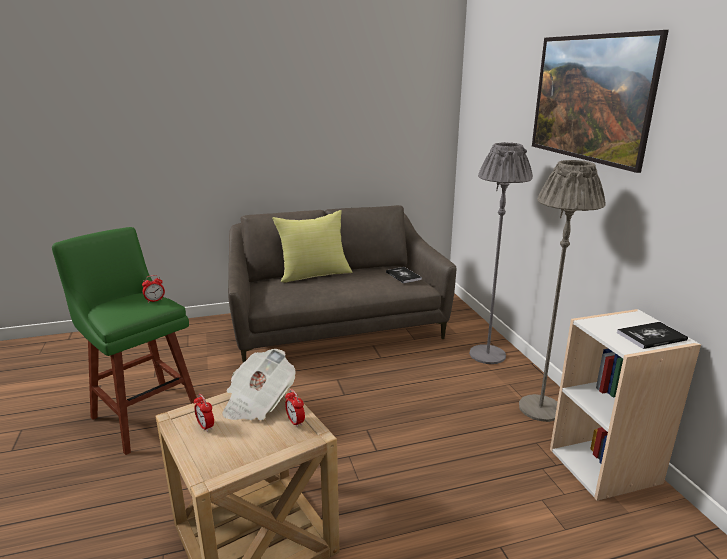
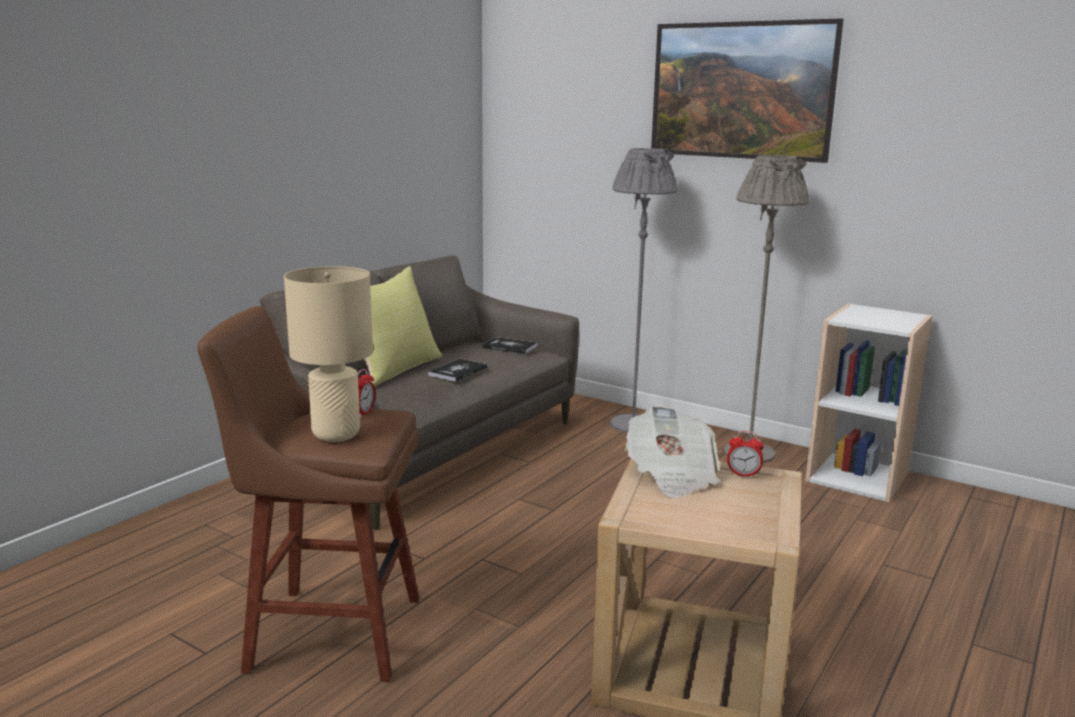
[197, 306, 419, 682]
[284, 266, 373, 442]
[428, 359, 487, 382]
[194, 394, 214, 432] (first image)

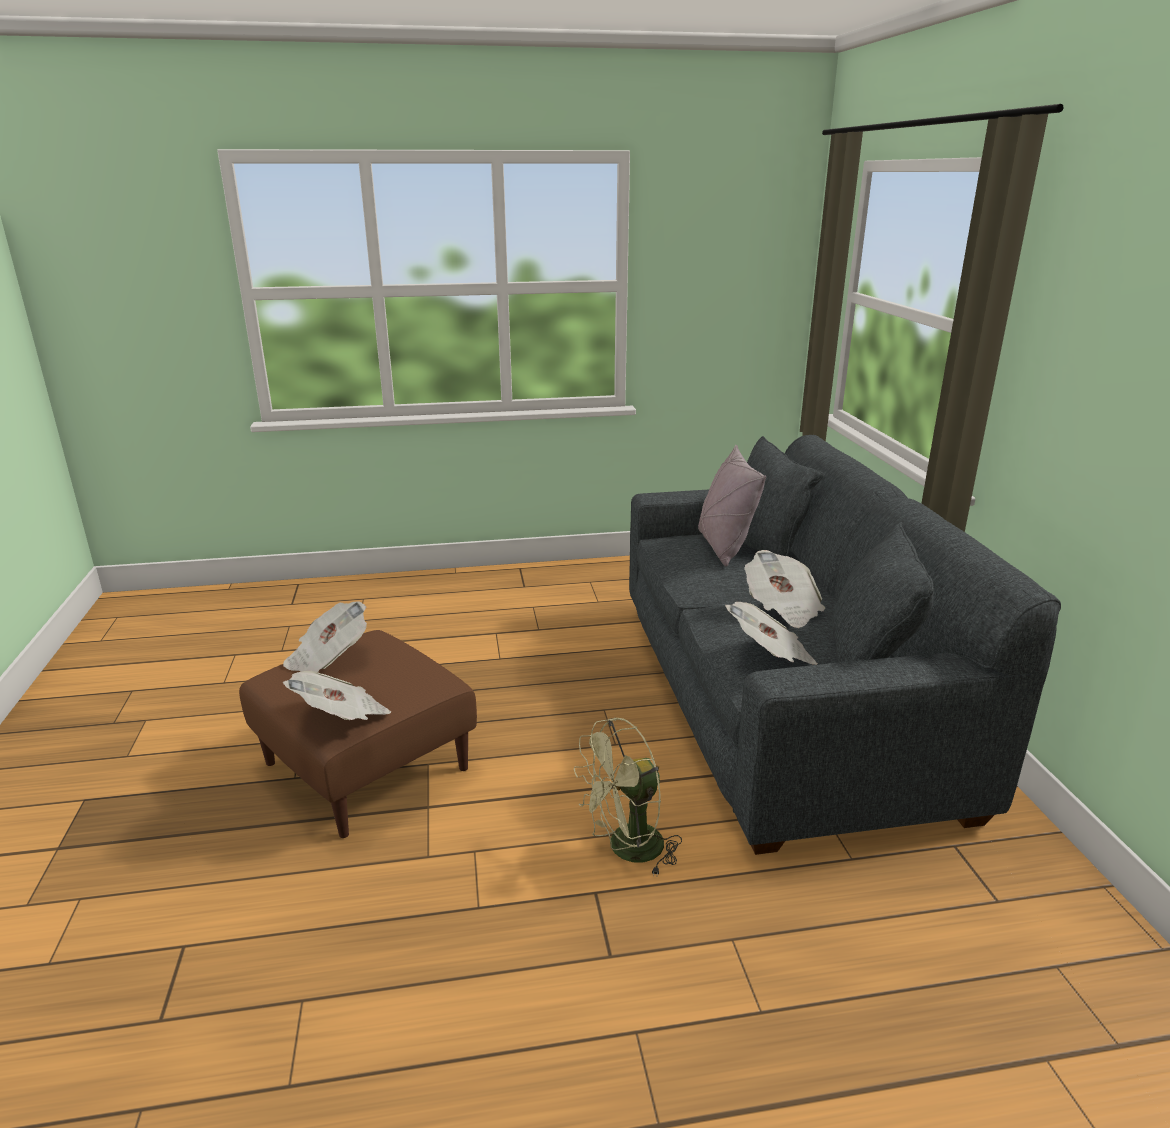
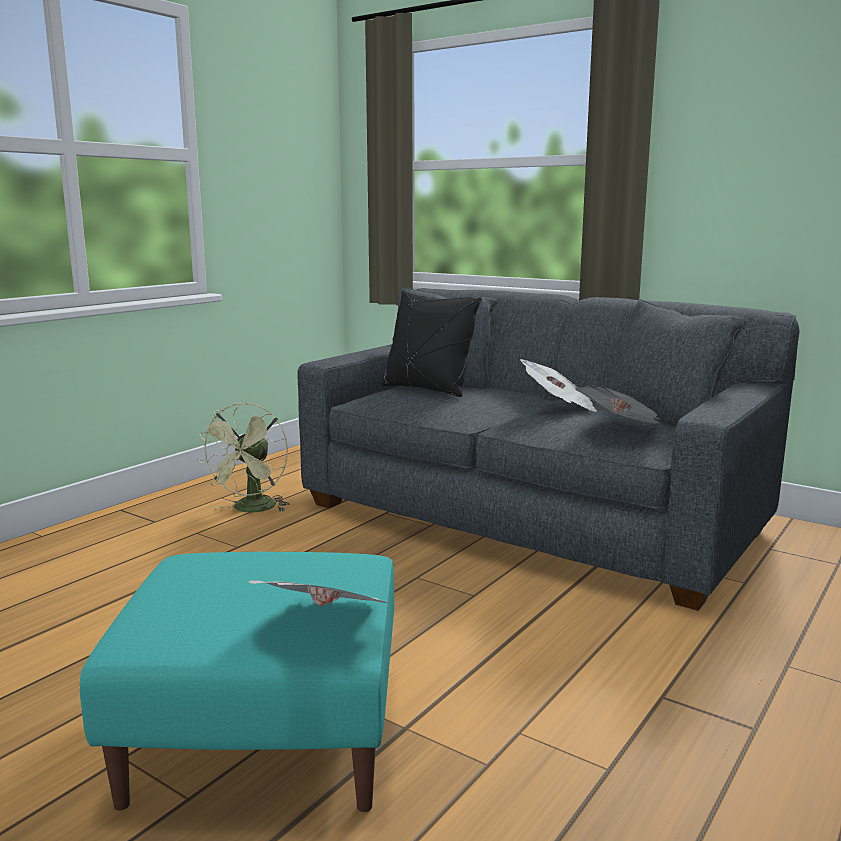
[80, 552, 394, 812]
[198, 402, 290, 512]
[381, 290, 482, 397]
[283, 601, 367, 672] (first image)

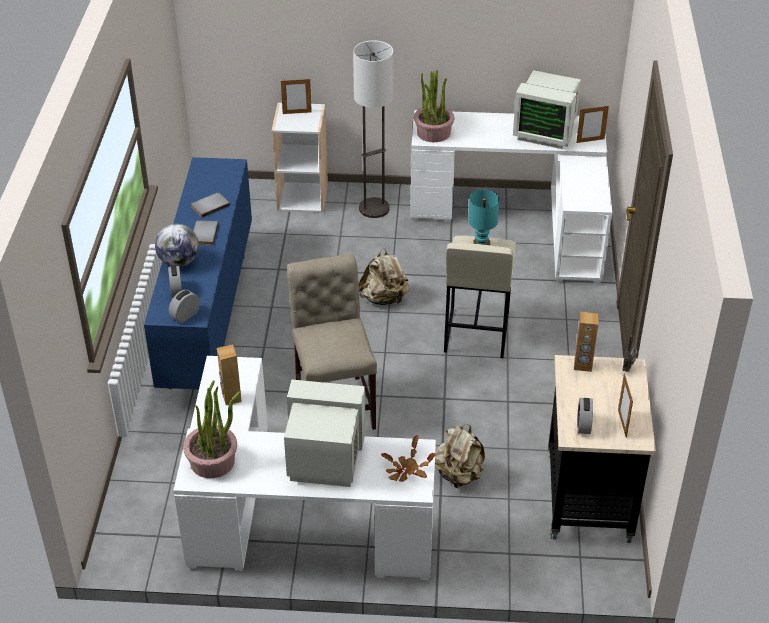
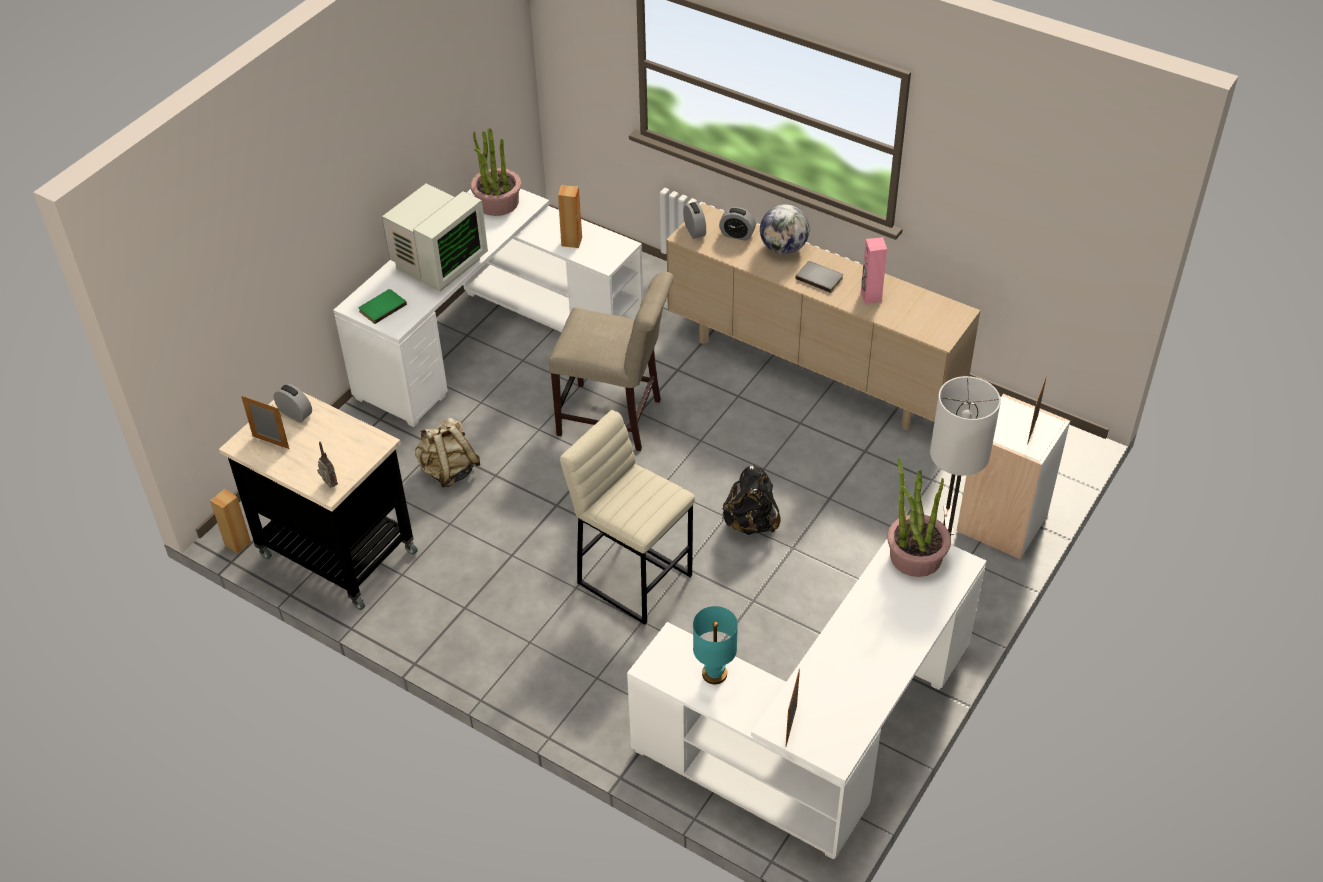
[210, 489, 251, 554]
[359, 289, 407, 324]
[667, 203, 981, 430]
[693, 606, 738, 684]
[722, 465, 781, 535]
[861, 237, 887, 303]
[513, 70, 581, 149] (first image)

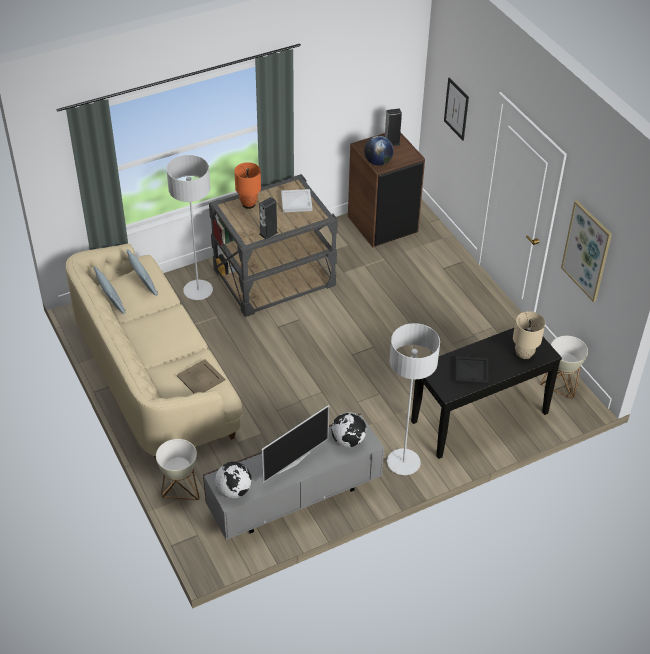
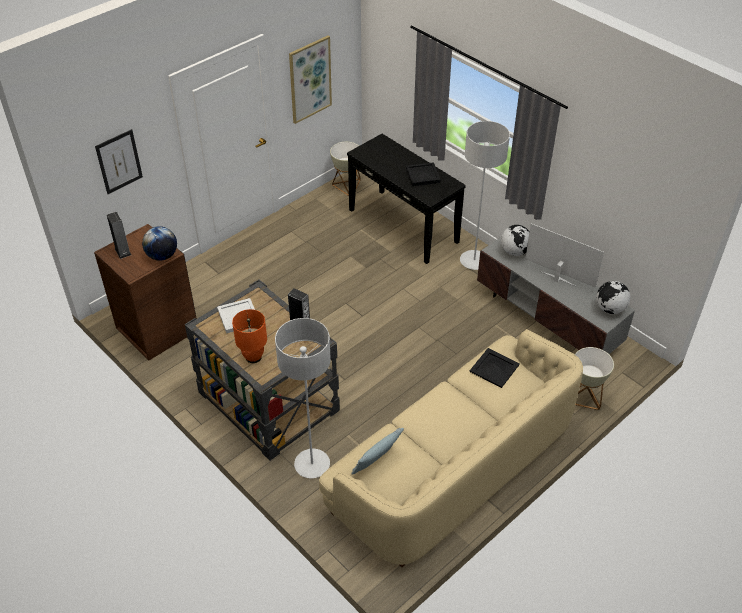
[469, 348, 520, 388]
[94, 266, 126, 314] (first image)
[513, 311, 545, 361] (first image)

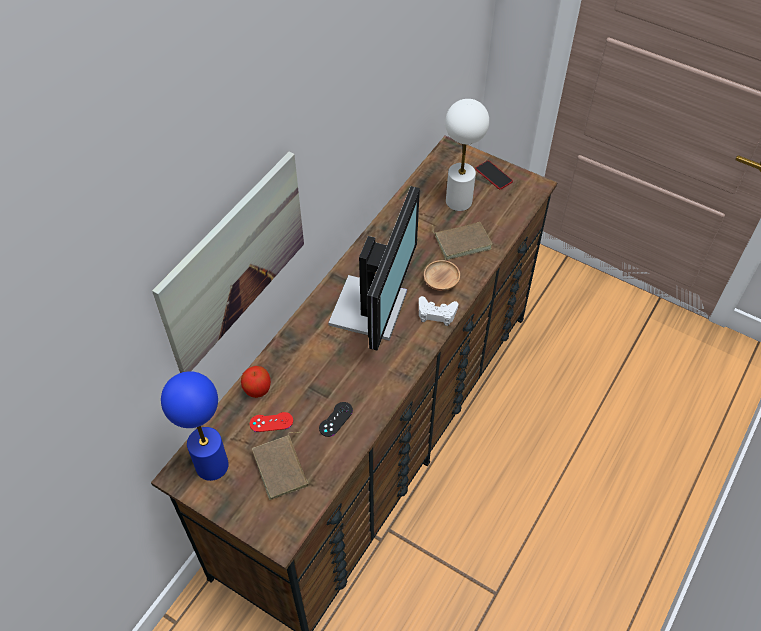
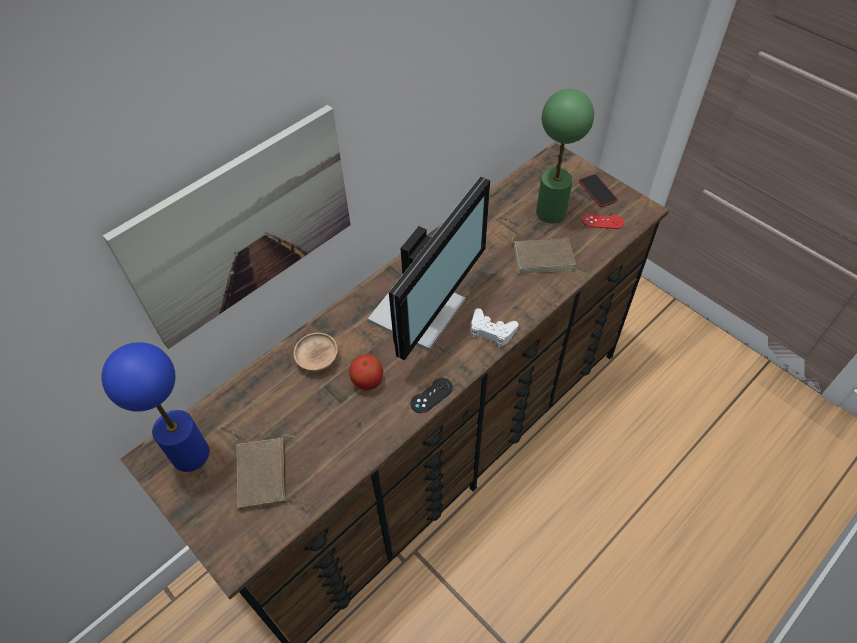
[293, 332, 338, 371]
[349, 354, 383, 390]
[410, 378, 453, 413]
[536, 89, 594, 223]
[582, 213, 624, 229]

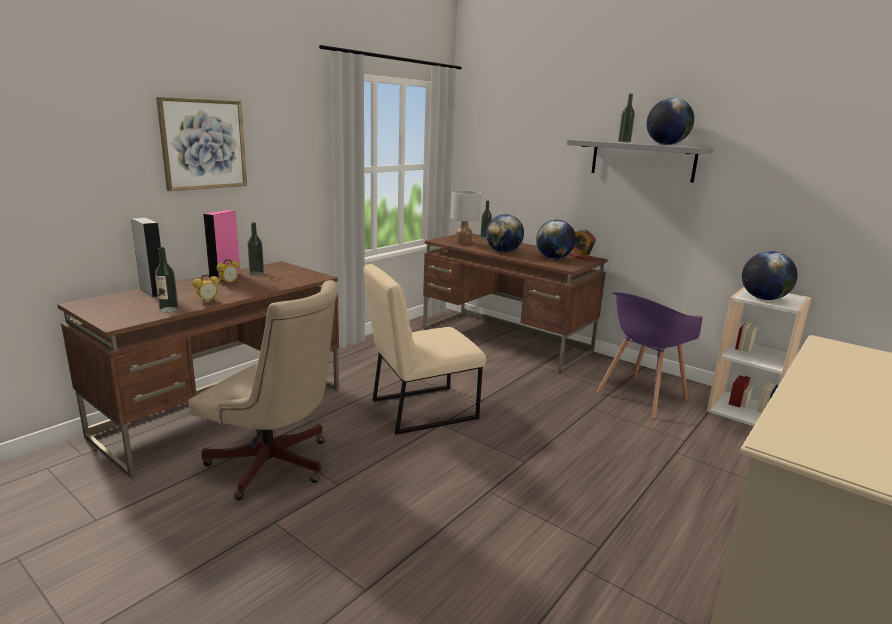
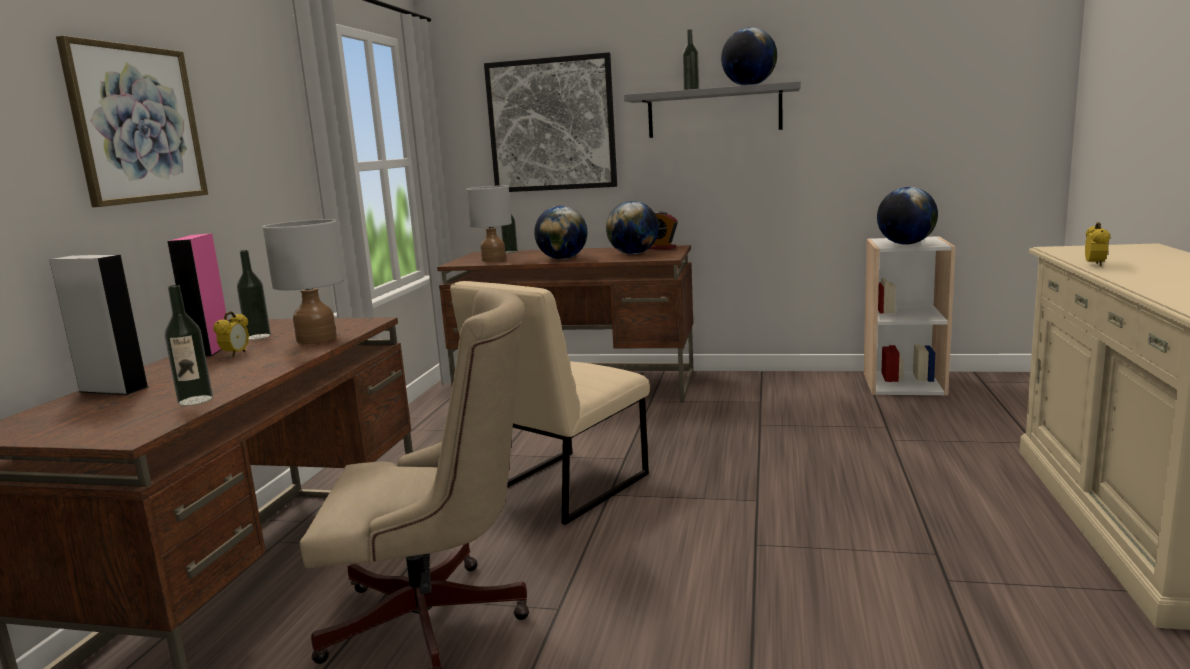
[263, 219, 344, 344]
[484, 52, 617, 192]
[1085, 222, 1110, 267]
[596, 292, 703, 419] (first image)

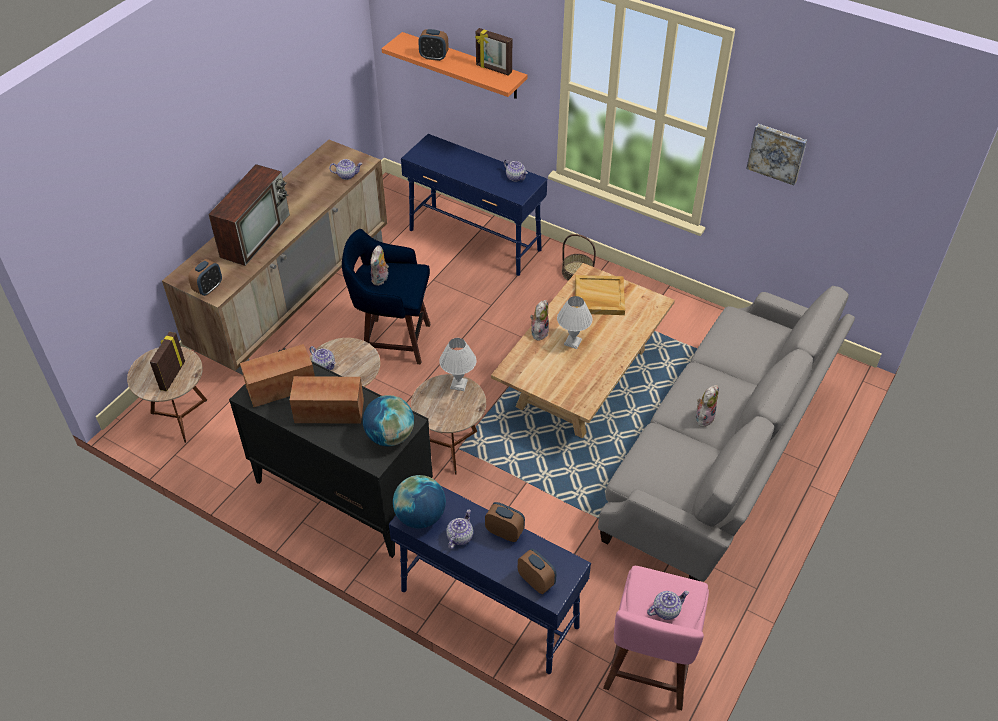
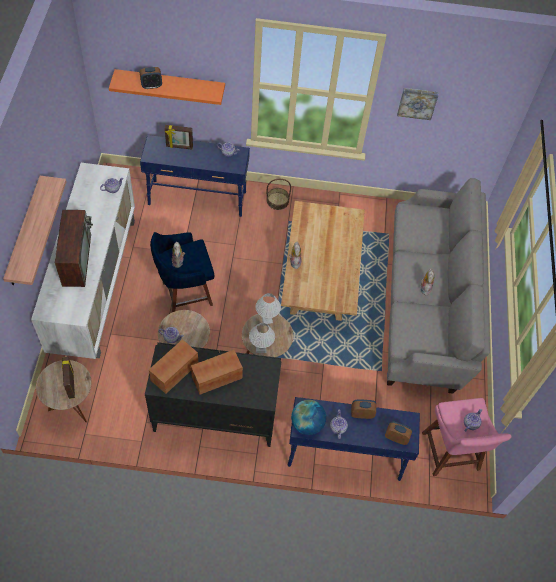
[3, 176, 67, 285]
[31, 163, 135, 359]
[165, 125, 193, 149]
[249, 323, 275, 353]
[188, 259, 222, 296] (first image)
[363, 395, 414, 446] (first image)
[575, 275, 625, 315] (first image)

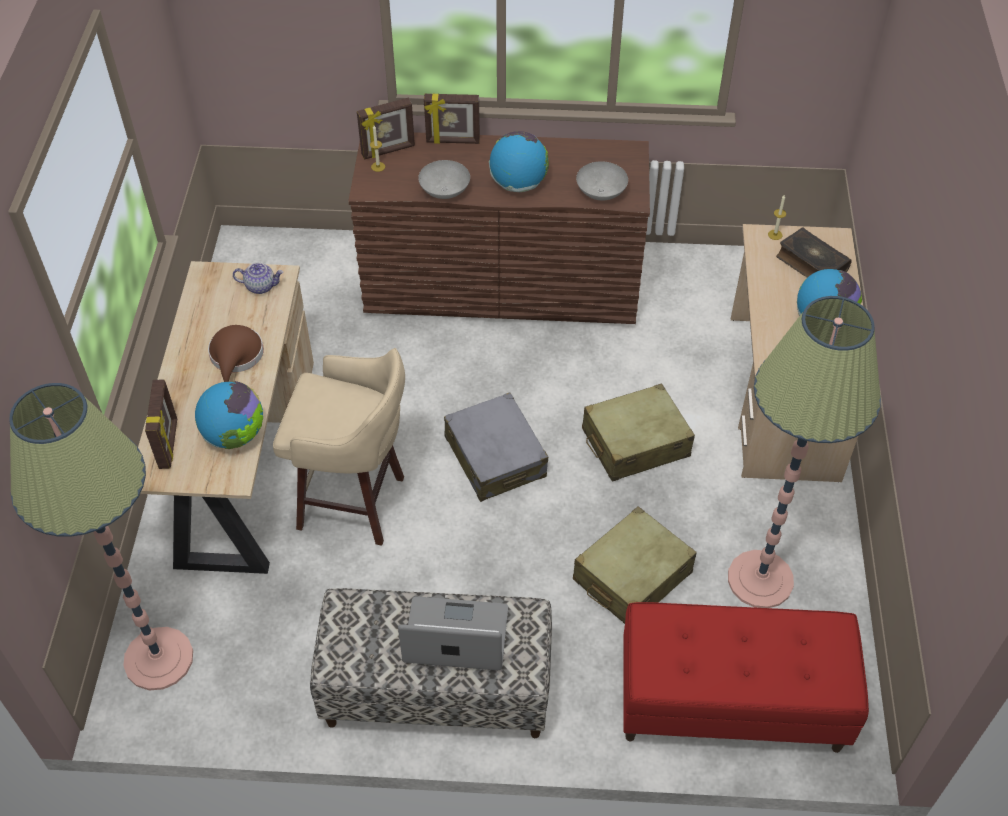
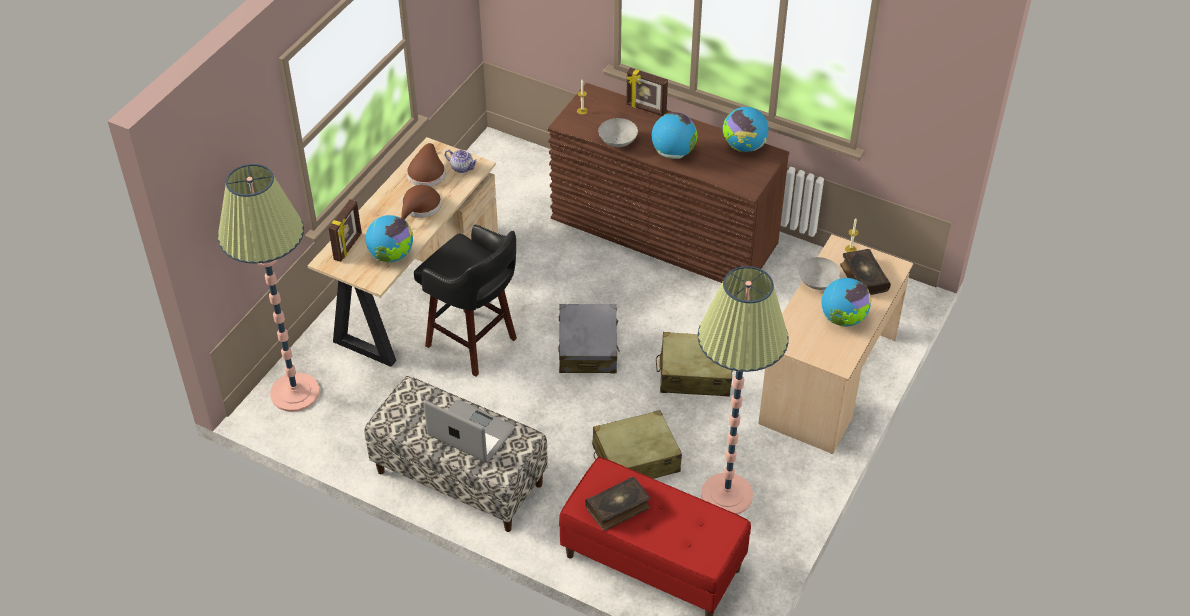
[407, 143, 445, 187]
[414, 225, 517, 376]
[585, 477, 650, 531]
[723, 107, 768, 152]
[799, 257, 841, 290]
[357, 98, 415, 159] (first image)

